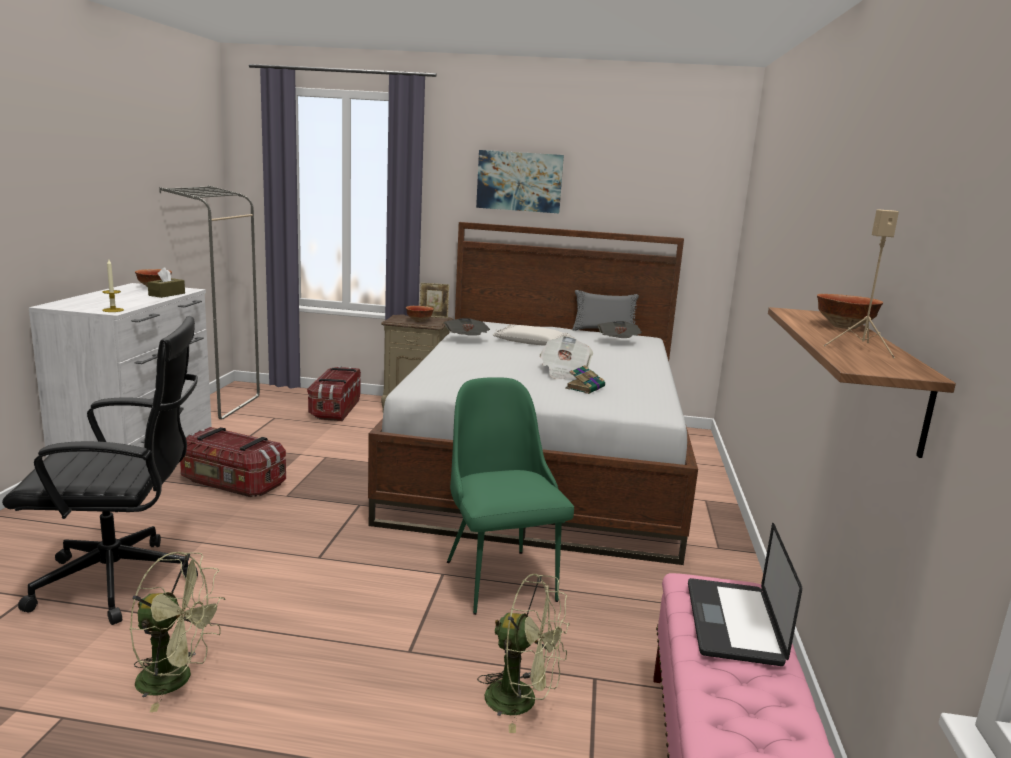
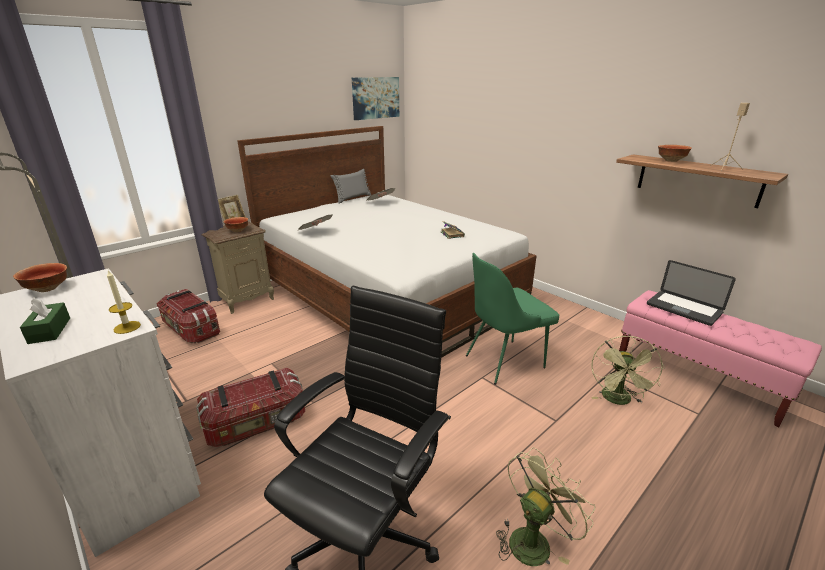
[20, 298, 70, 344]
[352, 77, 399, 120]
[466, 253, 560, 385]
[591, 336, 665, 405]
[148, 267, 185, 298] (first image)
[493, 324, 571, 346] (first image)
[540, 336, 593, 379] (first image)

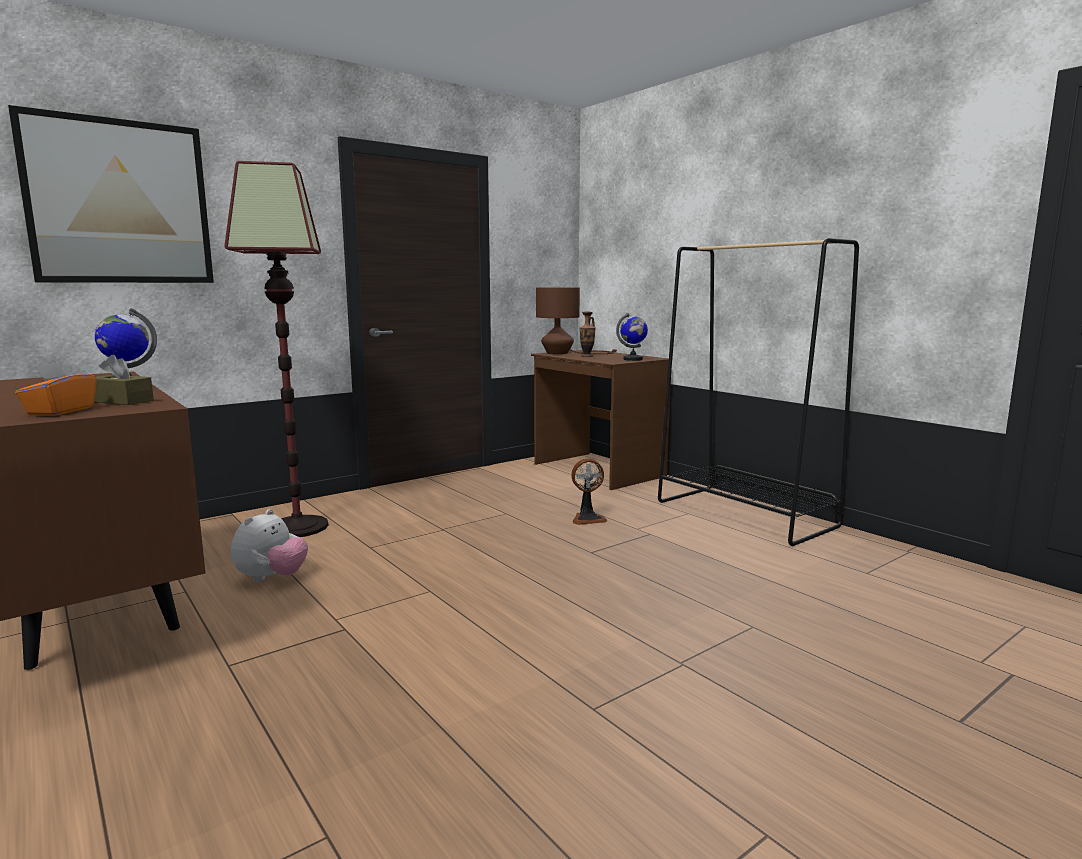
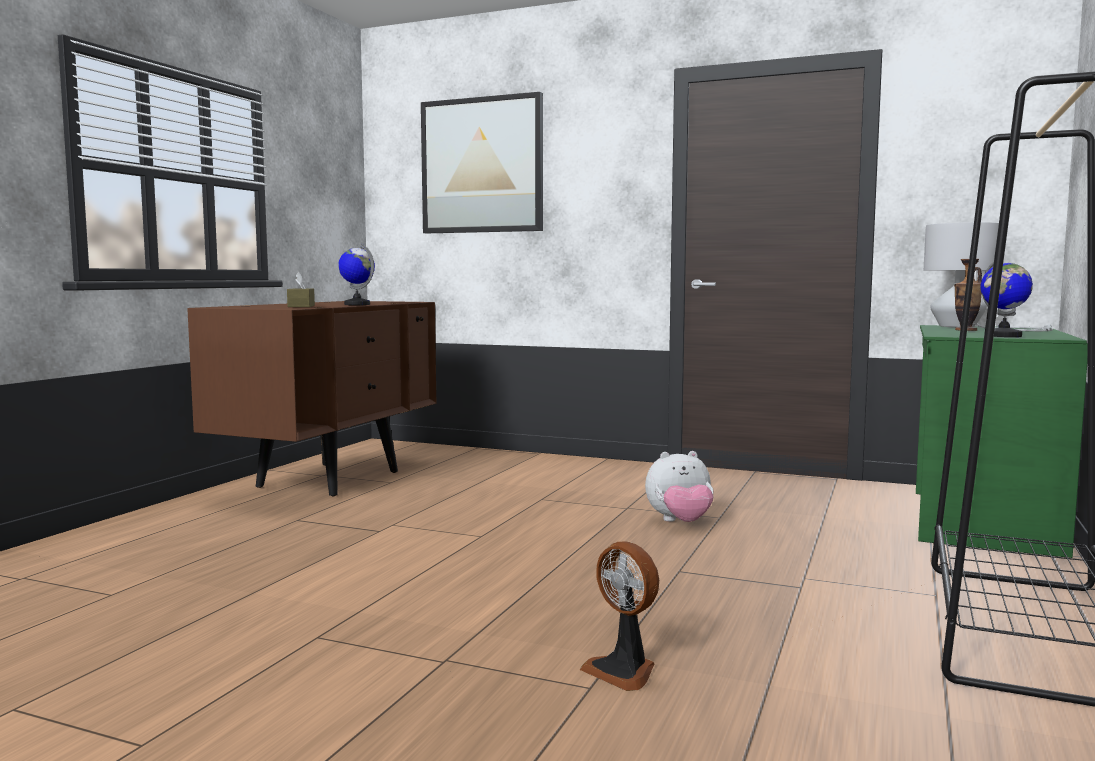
[580, 542, 659, 691]
[645, 451, 714, 522]
[916, 325, 1088, 558]
[924, 222, 1053, 331]
[15, 362, 97, 416] (first image)
[224, 161, 328, 537] (first image)

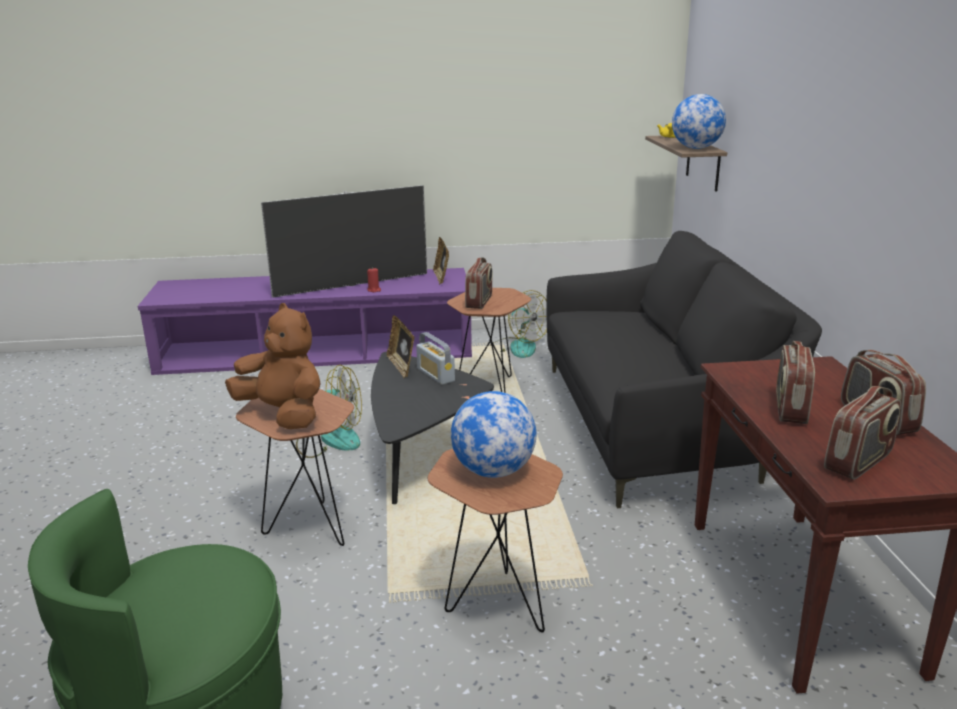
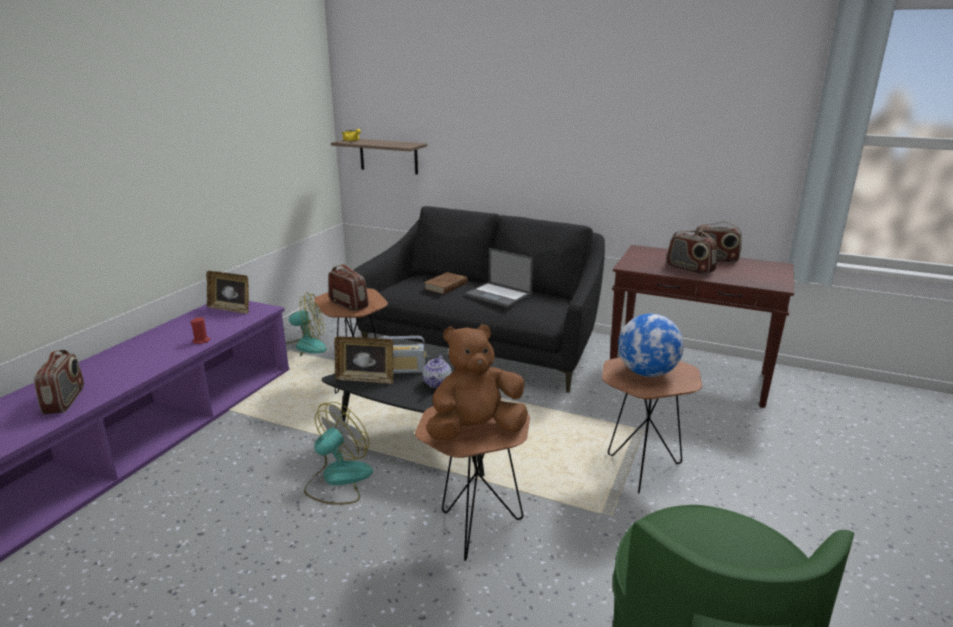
[34, 350, 84, 414]
[423, 355, 452, 388]
[424, 272, 468, 294]
[465, 248, 533, 308]
[261, 185, 427, 298] (first image)
[672, 94, 726, 149] (first image)

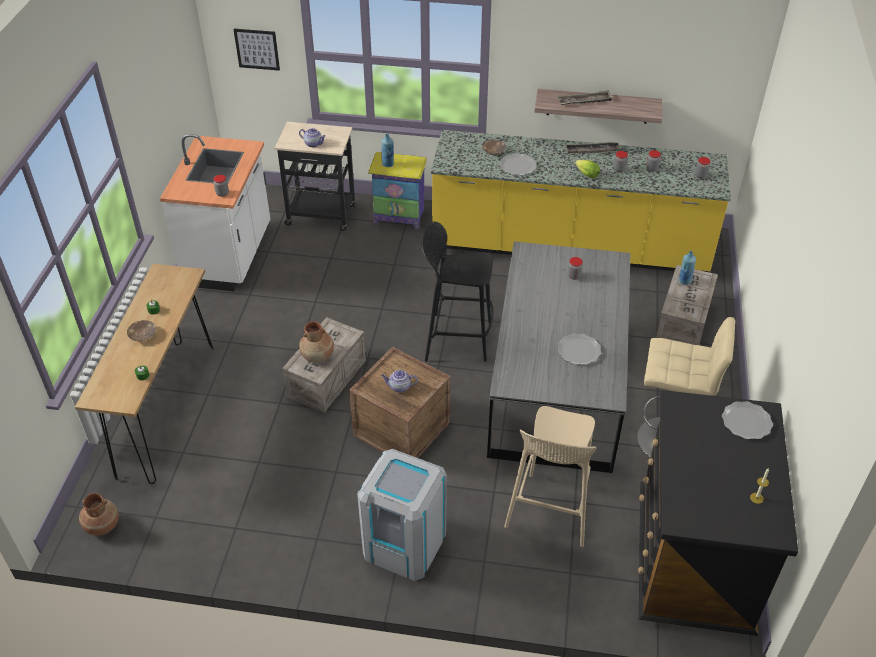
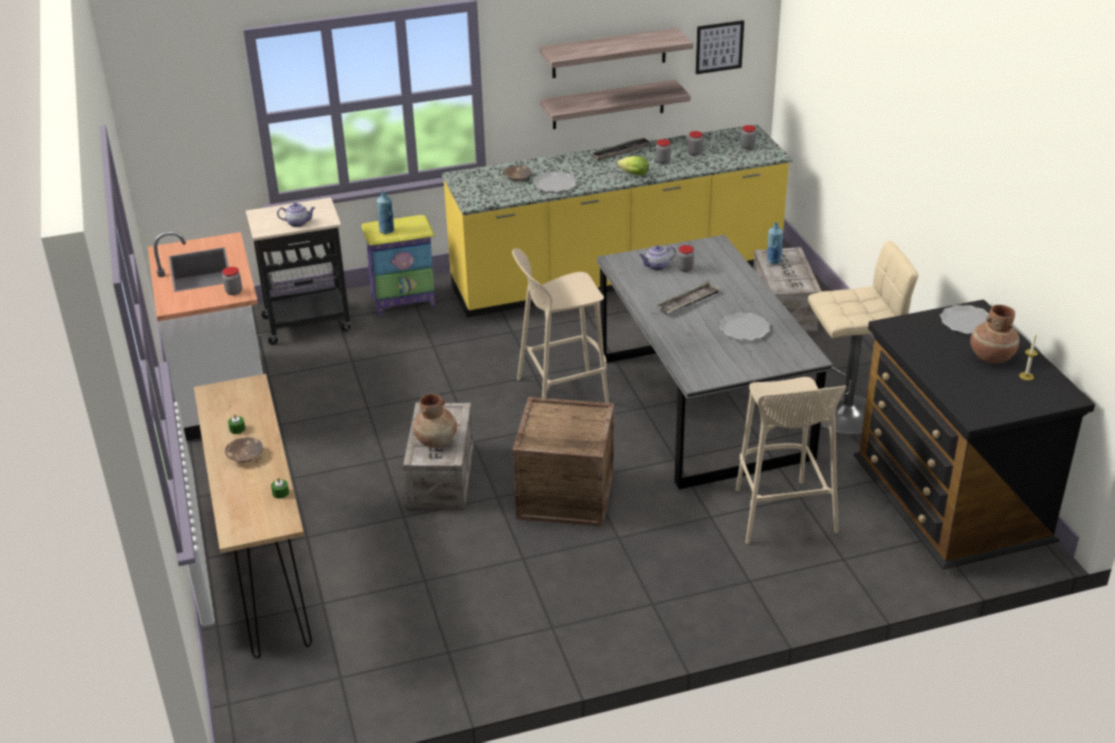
[512, 248, 609, 403]
[539, 28, 693, 78]
[640, 245, 676, 270]
[655, 281, 720, 315]
[695, 20, 744, 74]
[970, 305, 1019, 364]
[357, 449, 447, 581] (first image)

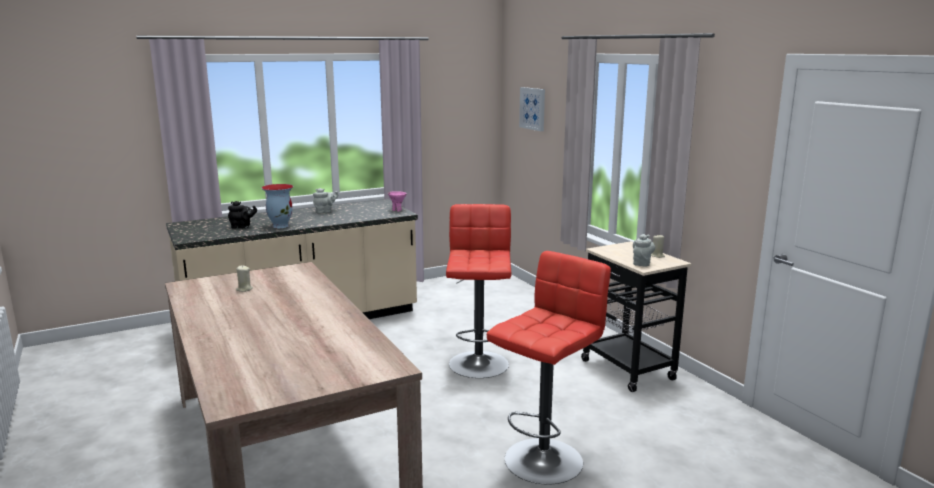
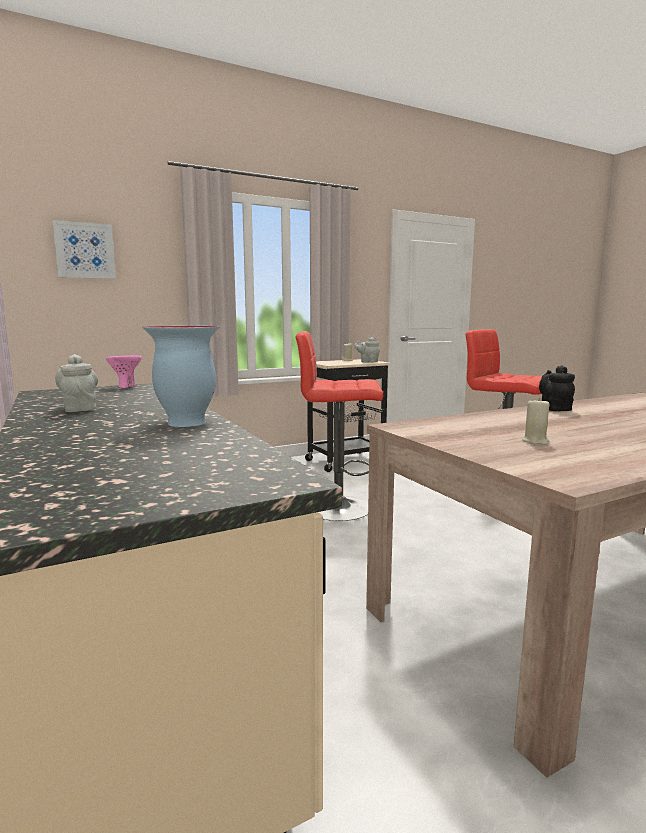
[539, 365, 575, 411]

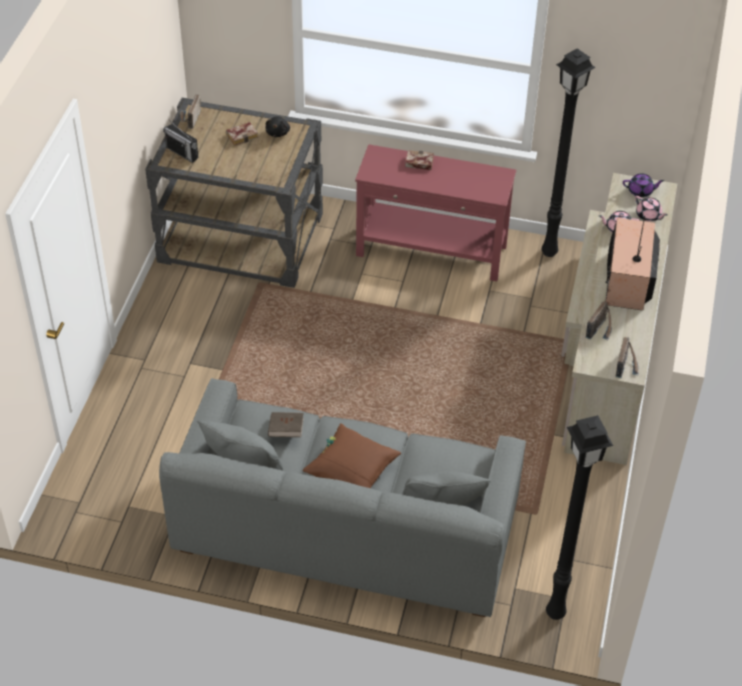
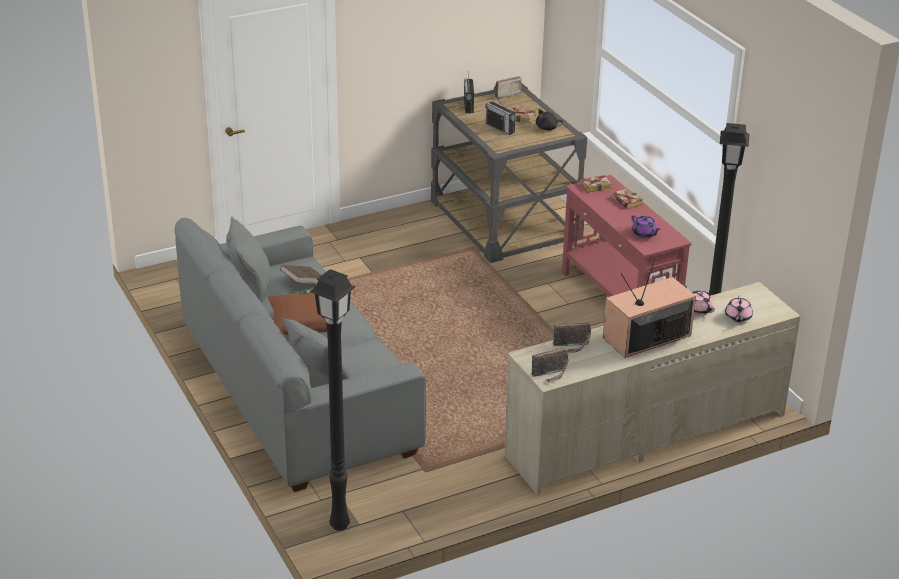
[485, 95, 516, 135]
[581, 175, 612, 192]
[632, 215, 661, 238]

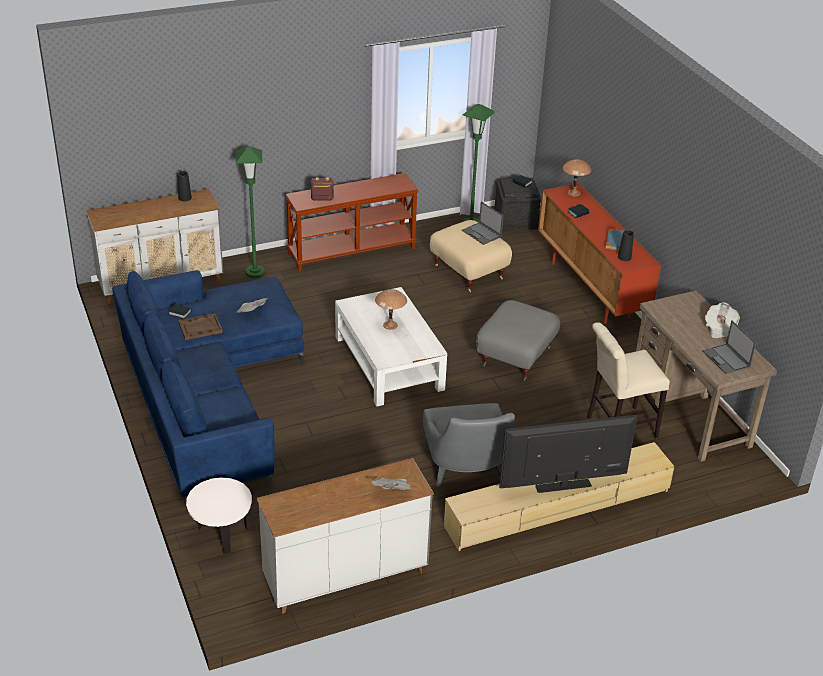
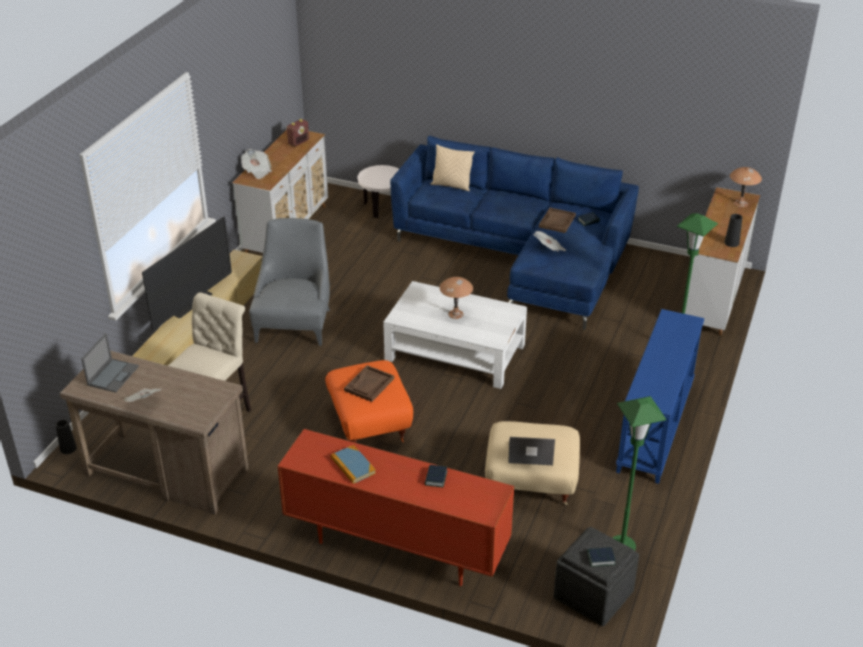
[56, 419, 77, 454]
[81, 333, 139, 392]
[249, 218, 330, 346]
[287, 119, 309, 147]
[325, 360, 413, 443]
[344, 365, 394, 402]
[431, 144, 475, 191]
[616, 309, 705, 484]
[730, 167, 762, 208]

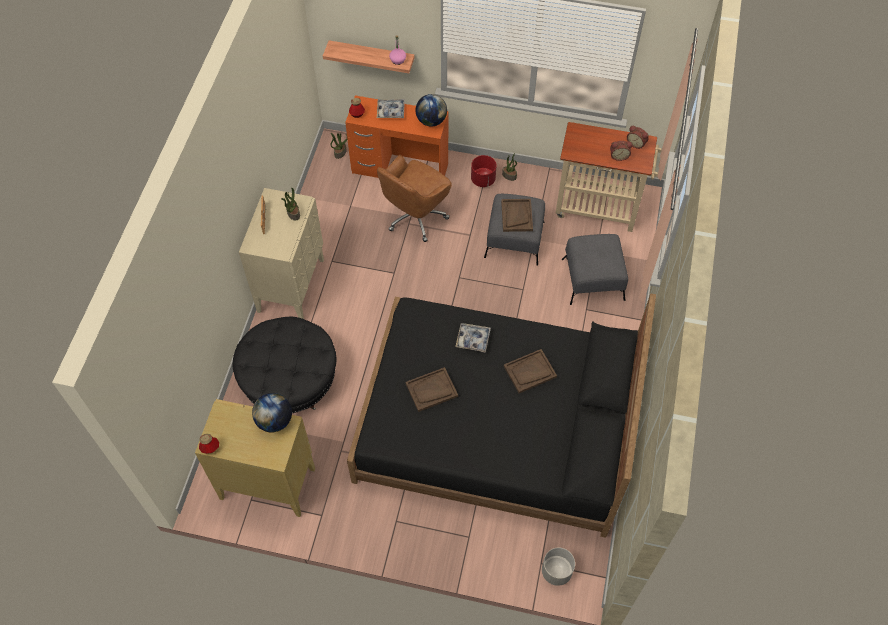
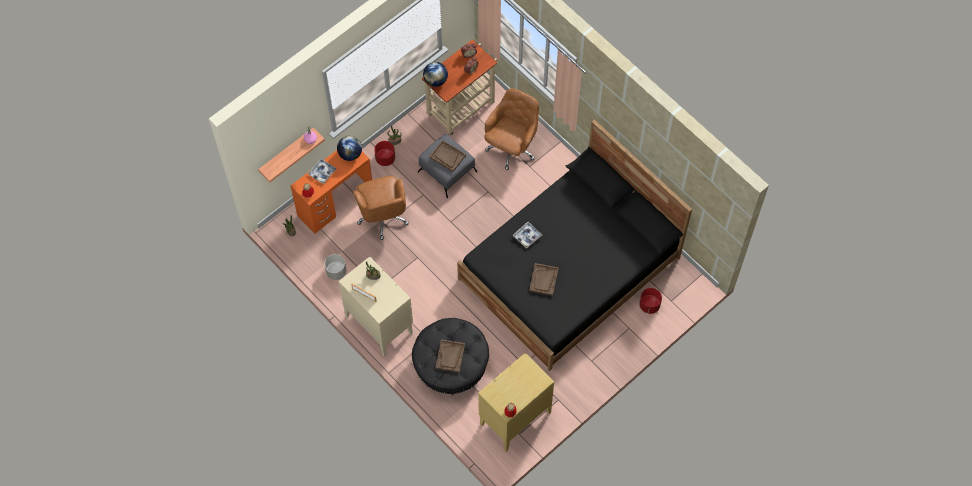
[324, 254, 347, 280]
[423, 62, 448, 87]
[436, 339, 465, 373]
[484, 88, 539, 170]
[639, 288, 662, 314]

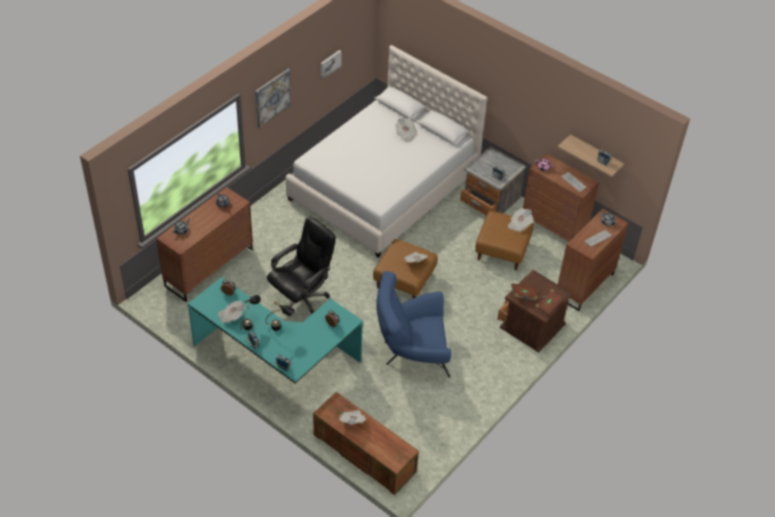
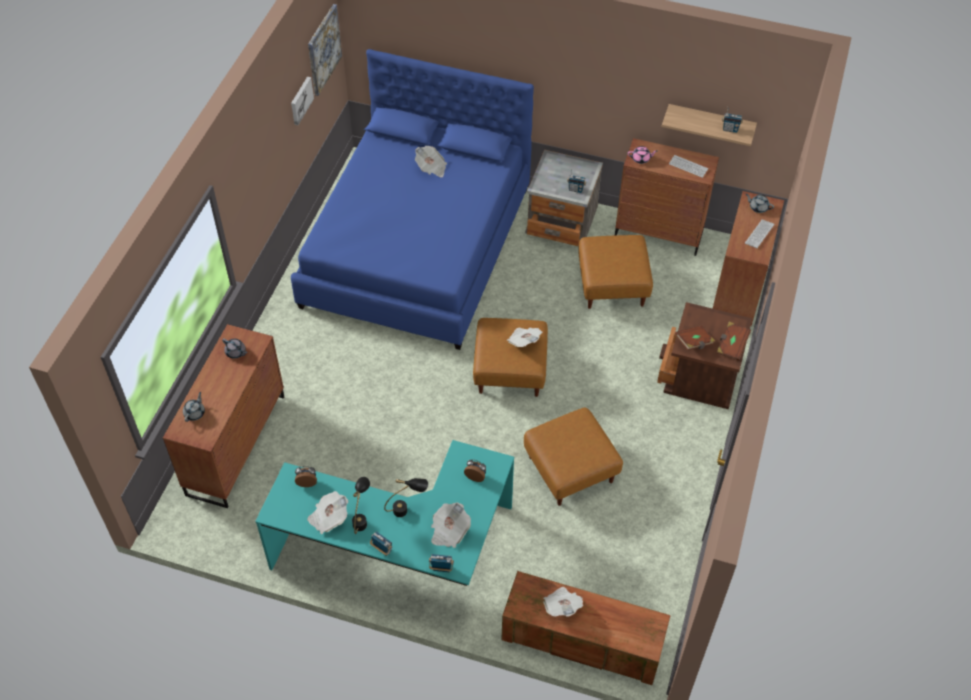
[291, 49, 534, 350]
[308, 4, 342, 96]
[431, 503, 471, 548]
[524, 408, 623, 506]
[267, 216, 336, 314] (first image)

